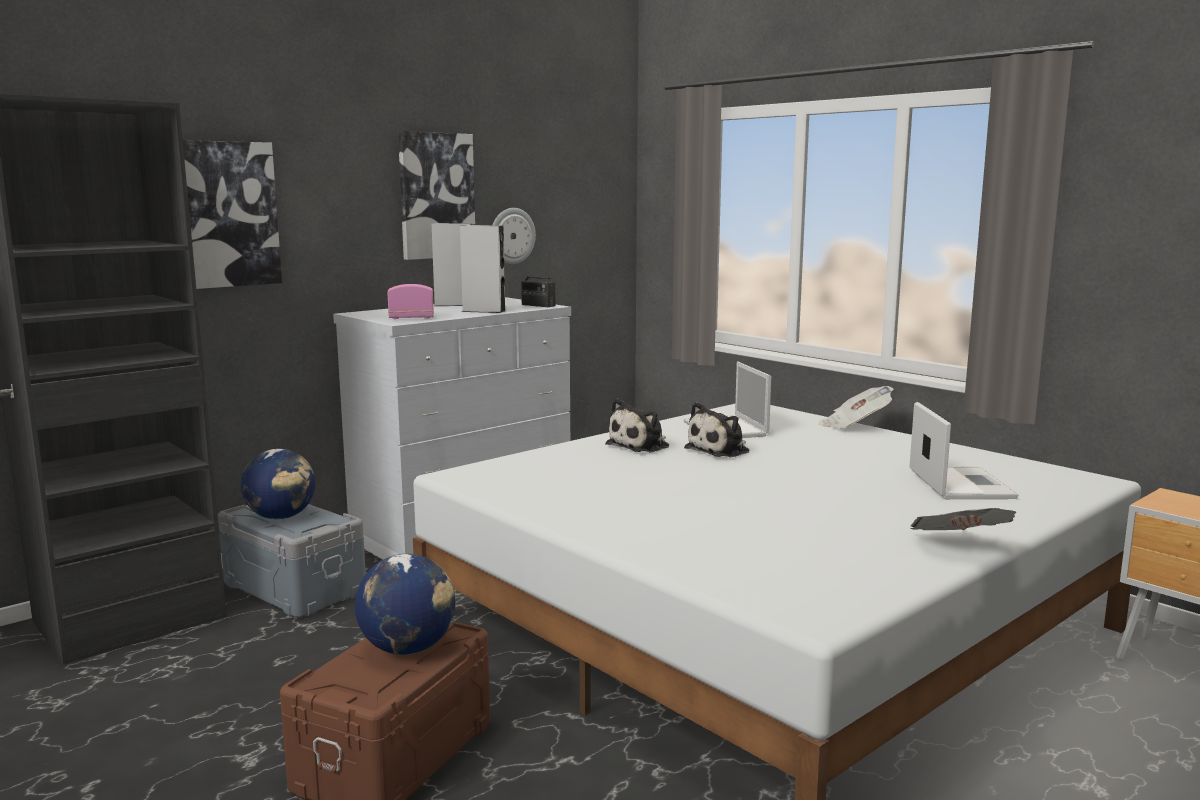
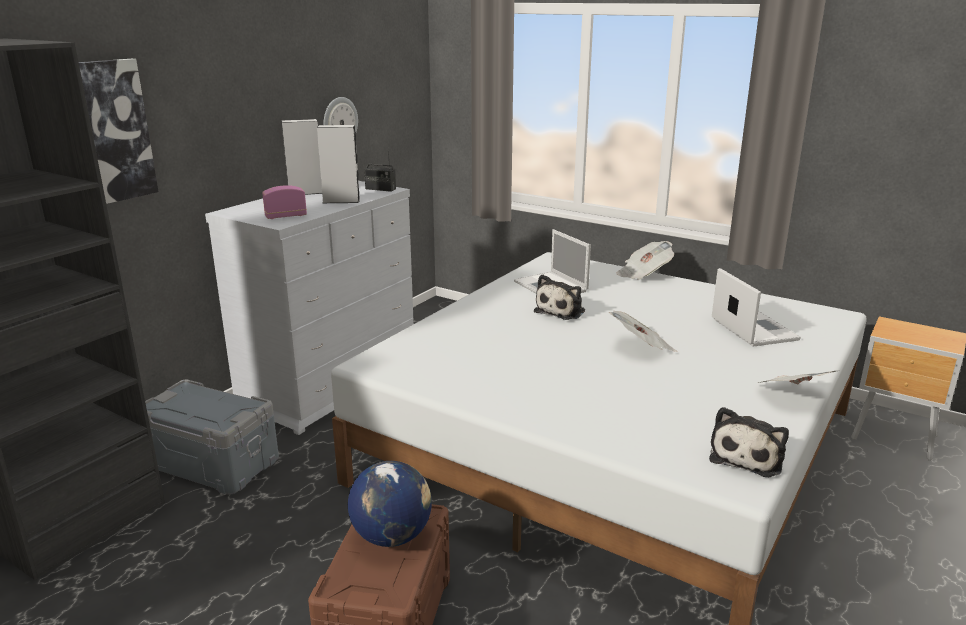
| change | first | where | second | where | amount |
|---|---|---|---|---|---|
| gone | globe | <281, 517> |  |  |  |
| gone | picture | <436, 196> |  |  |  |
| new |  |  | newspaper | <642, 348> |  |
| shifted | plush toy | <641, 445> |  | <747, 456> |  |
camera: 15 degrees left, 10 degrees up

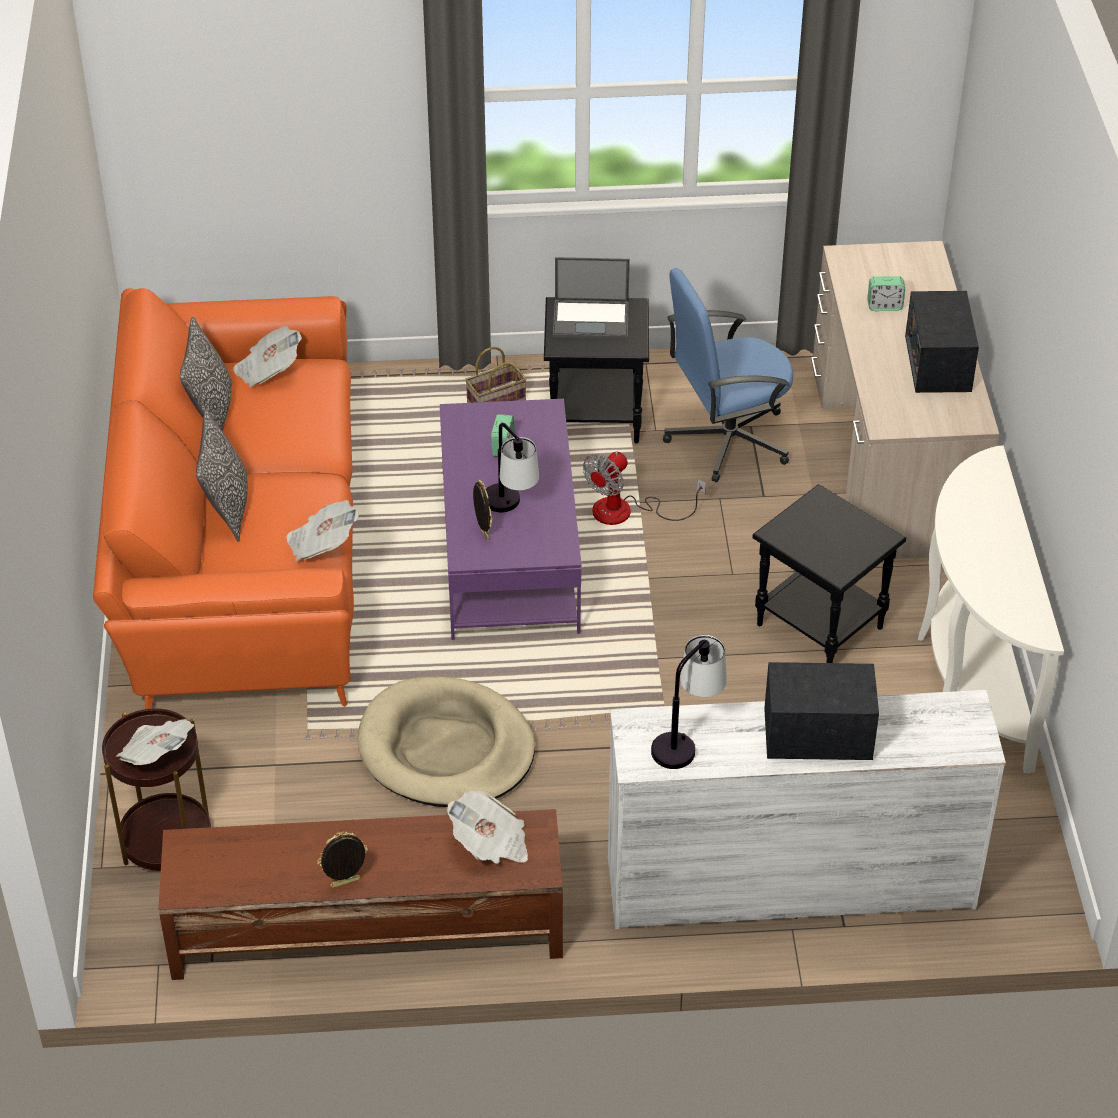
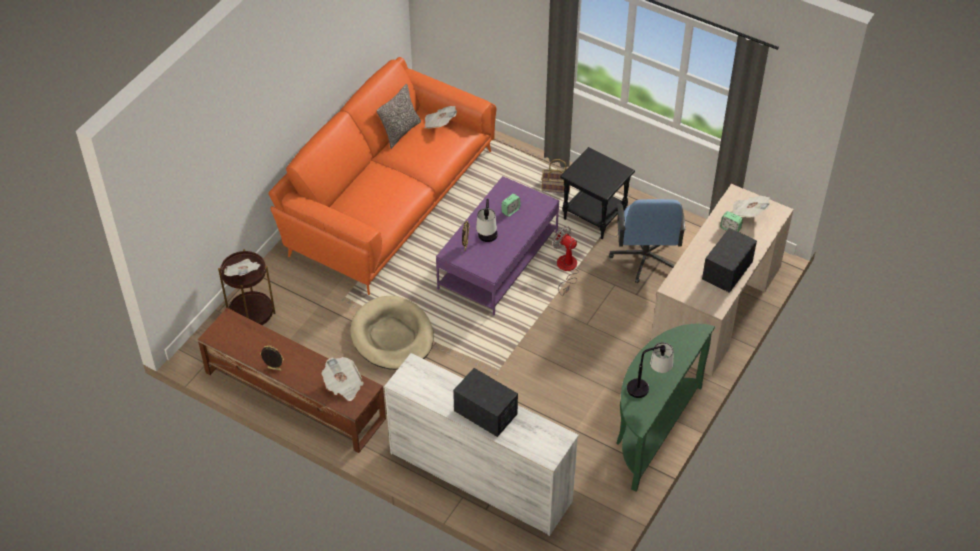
| change | first | where | second | where | amount |
|---|---|---|---|---|---|
| gone | pillow | <227, 507> |  |  |  |
| gone | laptop | <592, 319> |  |  |  |
| gone | side table in black | <822, 626> |  |  |  |
| shifted | newspaper | <322, 544> |  | <748, 213> |  |
| shifted | table lamp | <686, 739> |  | <648, 386> |  |
| repainted | console table in white | <970, 673> | console table in green | <651, 430> |  |
| rotated | fan | <626, 512> |  | <566, 269> | 60 degrees clockwise |
| rotated | office chair in blue | <726, 439> |  | <644, 258> | 105 degrees counterclockwise |
camera: 35 degrees right, 5 degrees up

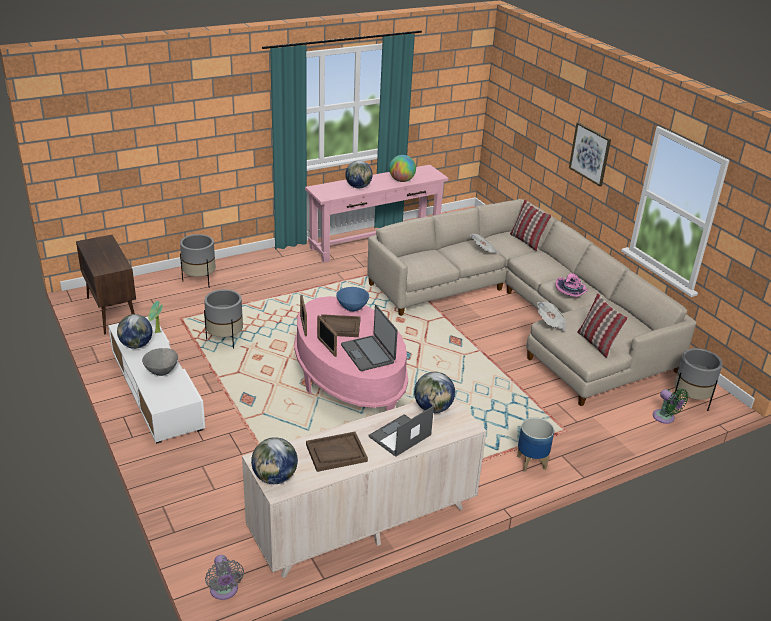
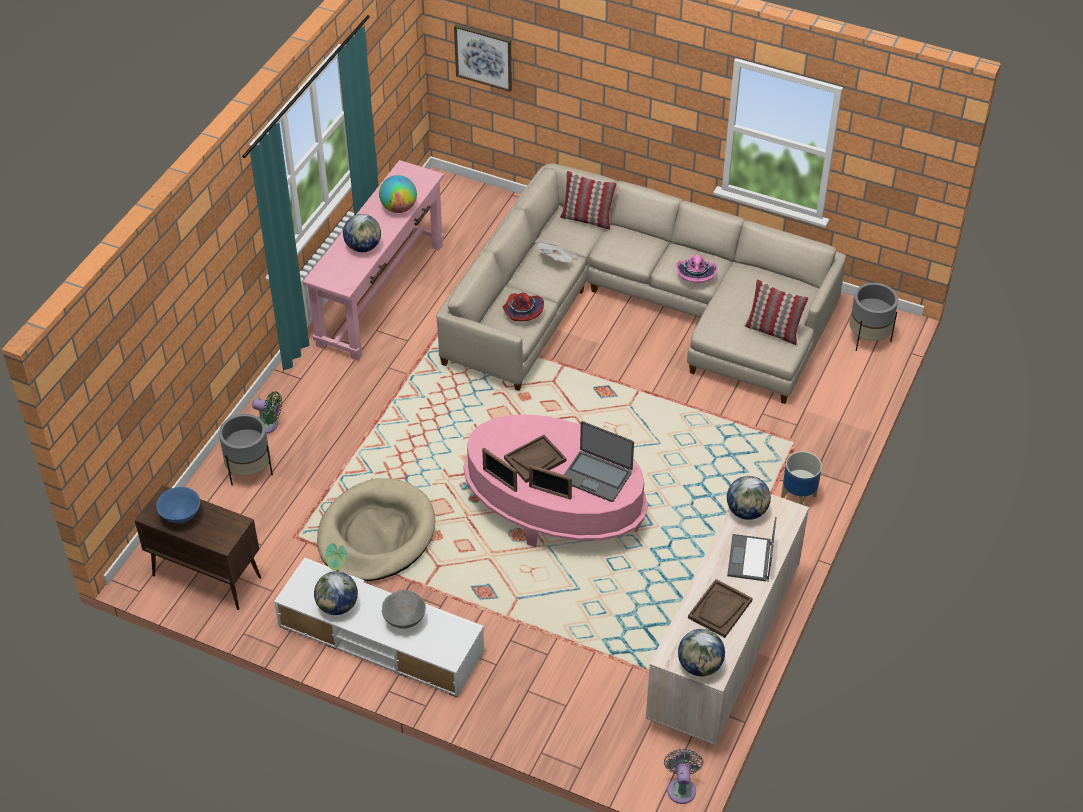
| change | first | where | second | where | amount |
|---|---|---|---|---|---|
| gone | newspaper | <551, 324> |  |  |  |
| new |  |  | hat in red | <521, 312> |  |
| shifted | bowl in blue | <352, 308> |  | <181, 516> |  |
| shifted | picture | <590, 154> |  | <483, 57> |  |
| shifted | fan in green | <665, 418> |  | <268, 425> |  |
| swapped | planter in grey | <225, 339> | dog bed in beige | <376, 534> |  |
| rotated | fan in grey | <224, 591> |  | <681, 788> | 120 degrees counterclockwise |
camera: 35 degrees left, 15 degrees up

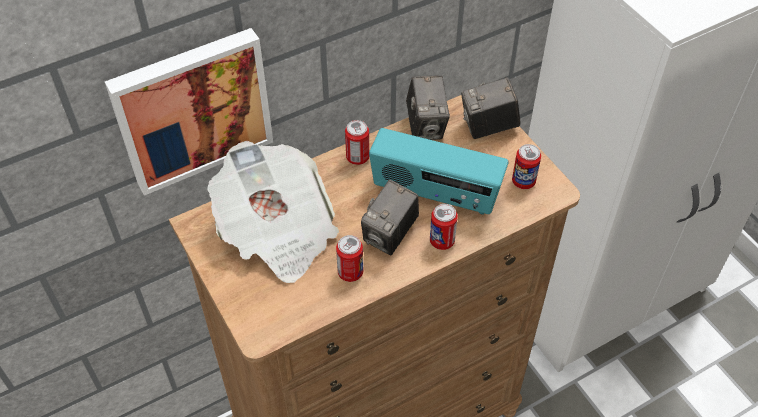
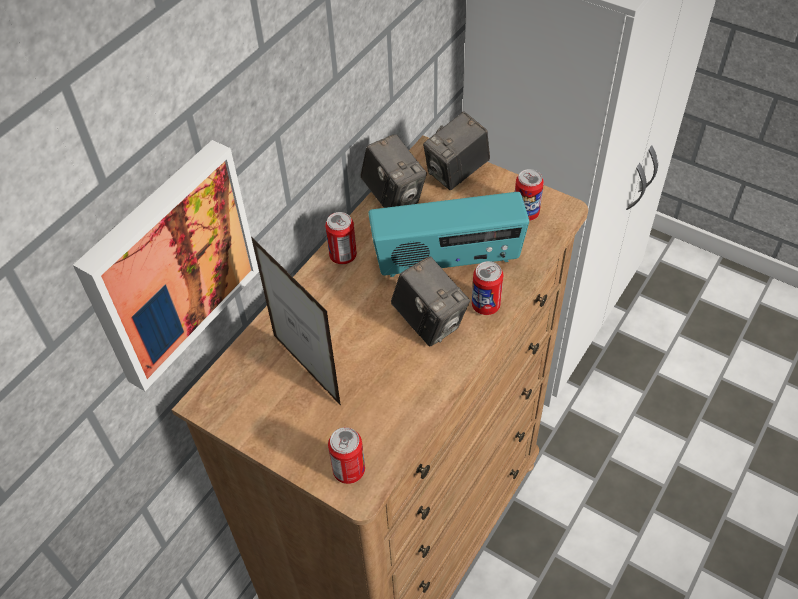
| change | first | where | second | where | amount |
|---|---|---|---|---|---|
| shifted | can | <350, 272> |  | <349, 470> |  |
| swapped | newspaper | <277, 231> | picture frame | <306, 370> |  |
| rotated | photo camera | <390, 235> |  | <429, 322> | 45 degrees counterclockwise |
camera: 25 degrees left, 0 degrees up

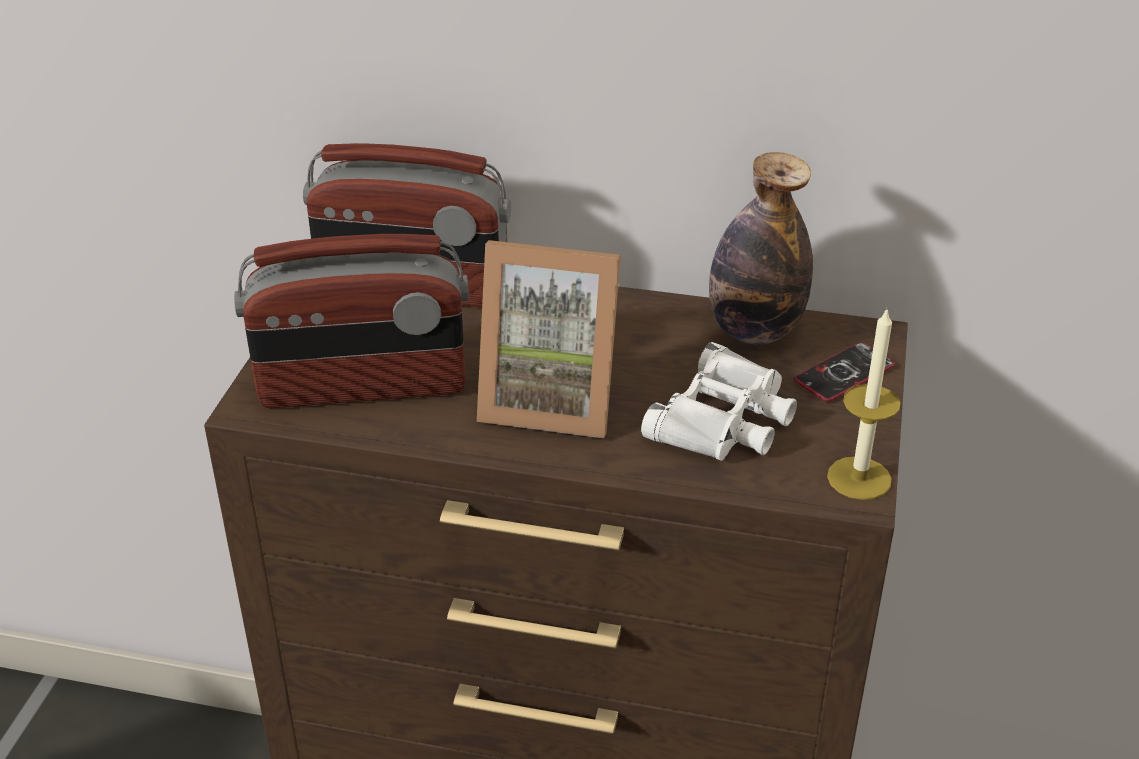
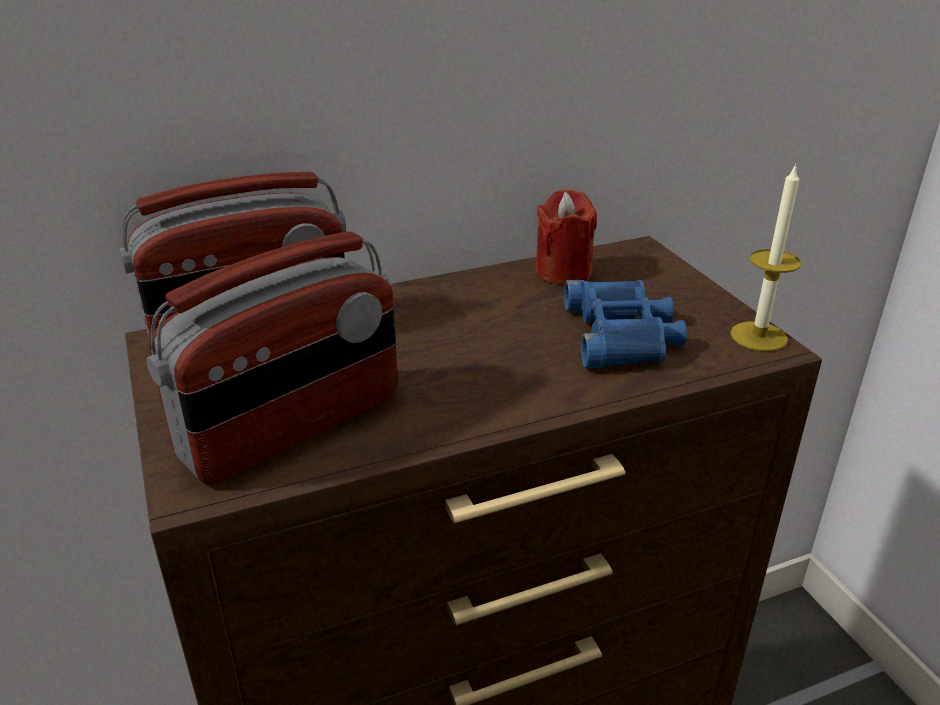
| change | first | where | second | where | amount |
|---|---|---|---|---|---|
| gone | picture frame | <550, 400> |  |  |  |
| gone | phone | <844, 373> |  |  |  |
| swapped | bottle | <754, 331> | candle in red | <563, 272> |  |
| repainted | binoculars in white | <724, 419> | binoculars in blue | <622, 334> |  |
camera: 35 degrees left, 5 degrees down

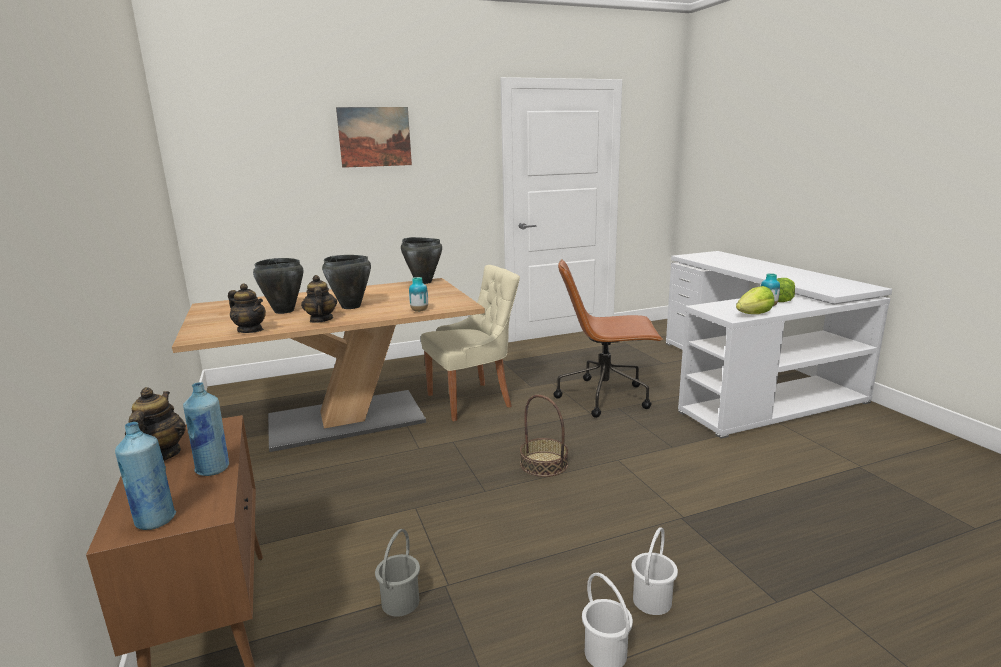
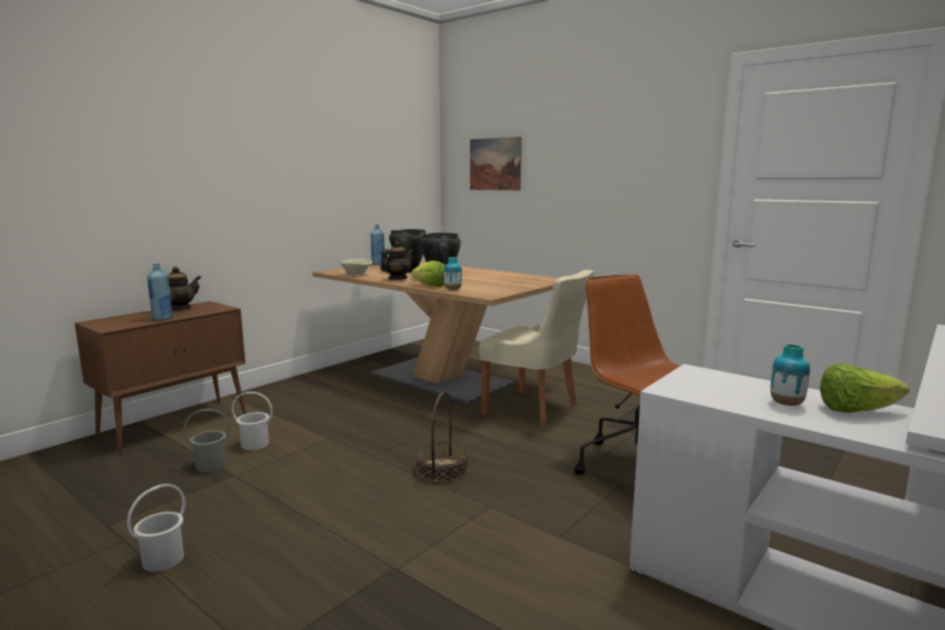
| change | first | where | second | where | amount |
|---|---|---|---|---|---|
| gone | cooking pot in black | <423, 282> |  |  |  |
| shifted | bottle in blue | <155, 520> |  | <378, 264> |  |
| shifted | picture | <375, 137> |  | <495, 164> |  |
| shifted | bucket in white | <651, 600> |  | <255, 444> |  |
| shifted | lettuce | <754, 314> |  | <431, 286> |  |
| swapped | teapot | <250, 330> | bowl in beige | <357, 274> |  |
camera: 60 degrees right, 5 degrees down

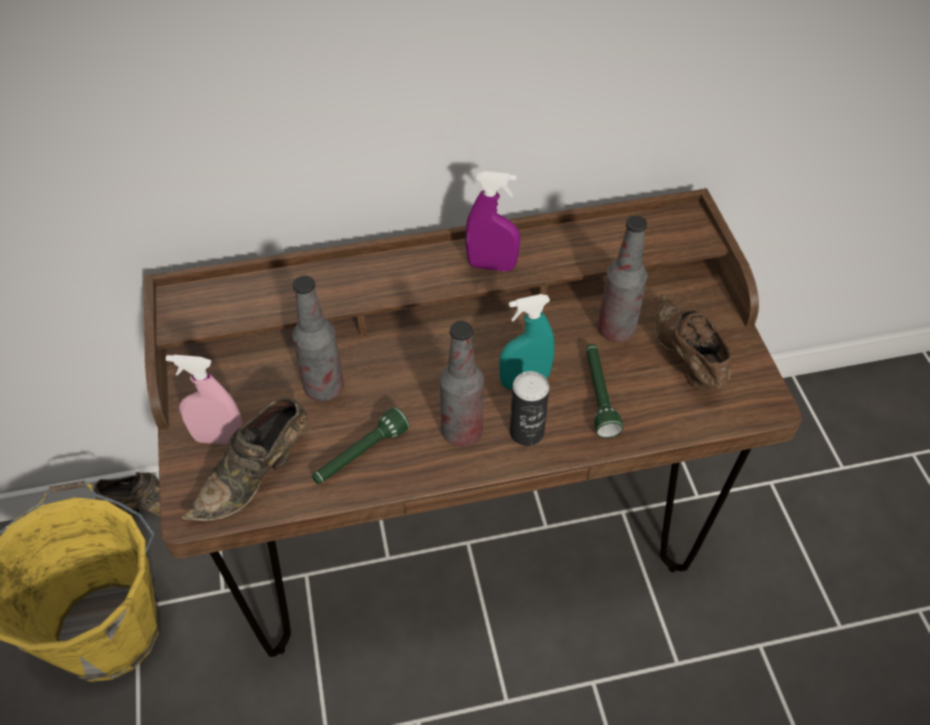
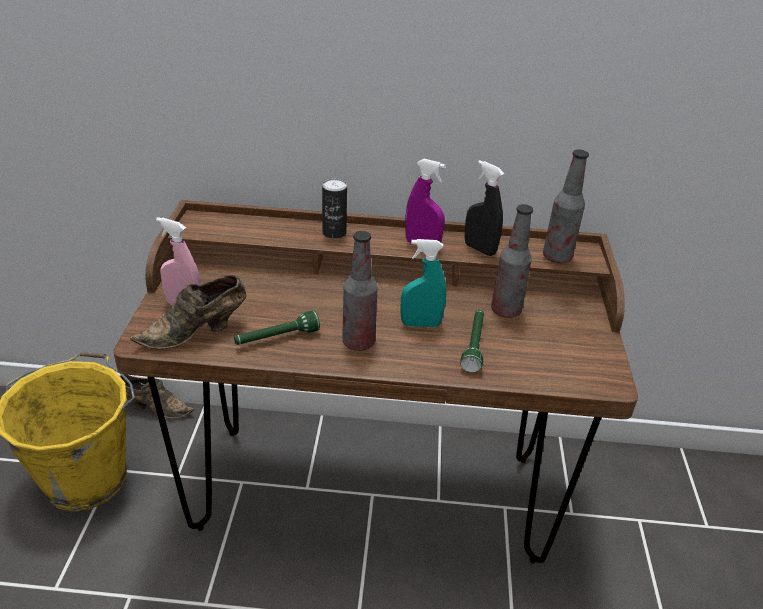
| change | first | where | second | where | amount |
|---|---|---|---|---|---|
| gone | shoe in brown | <686, 360> |  |  |  |
| new |  |  | spray bottle in black | <479, 249> |  |
| shifted | bottle | <324, 388> |  | <557, 257> |  |
| shifted | can | <526, 432> |  | <334, 233> |  |
camera: 15 degrees right, 15 degrees down

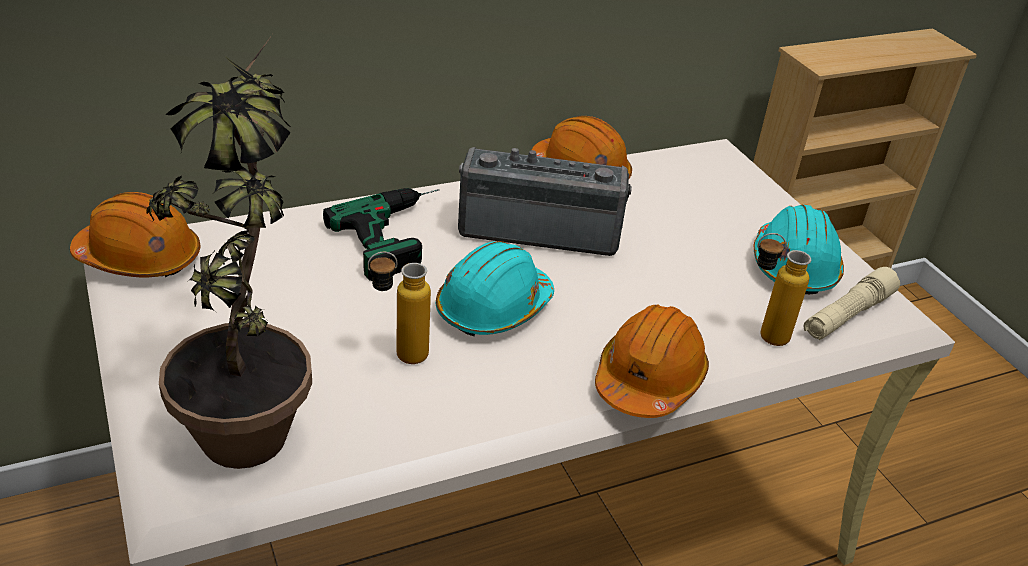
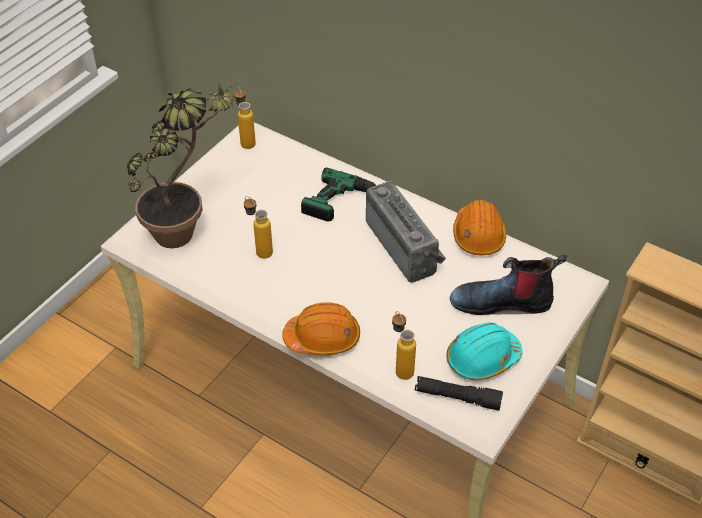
| change | first | where | second | where | amount |
|---|---|---|---|---|---|
| gone | hard hat in turquoise | <493, 308> |  |  |  |
| new |  |  | boot | <502, 301> |  |
| swapped | hard hat in orange | <139, 258> | bottle | <246, 140> |  |
| repainted | flashlight in beige | <847, 315> | flashlight in black | <457, 397> |  |
camera: 60 degrees right, 10 degrees up

